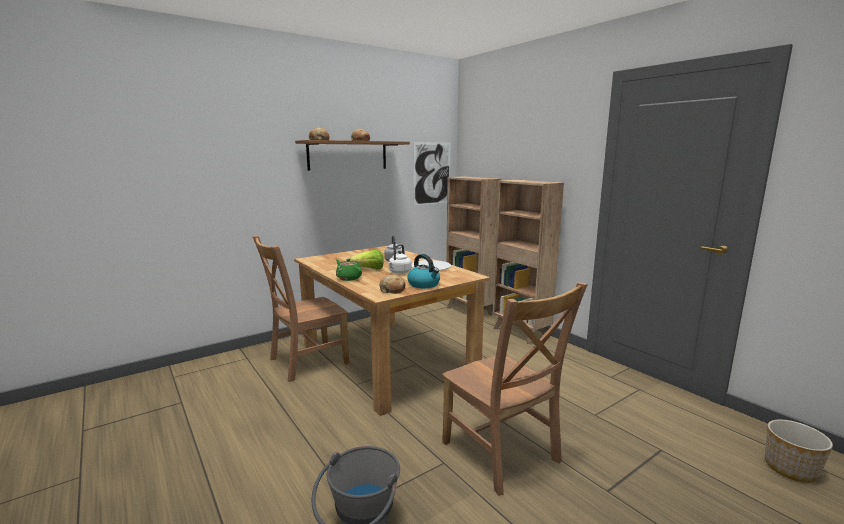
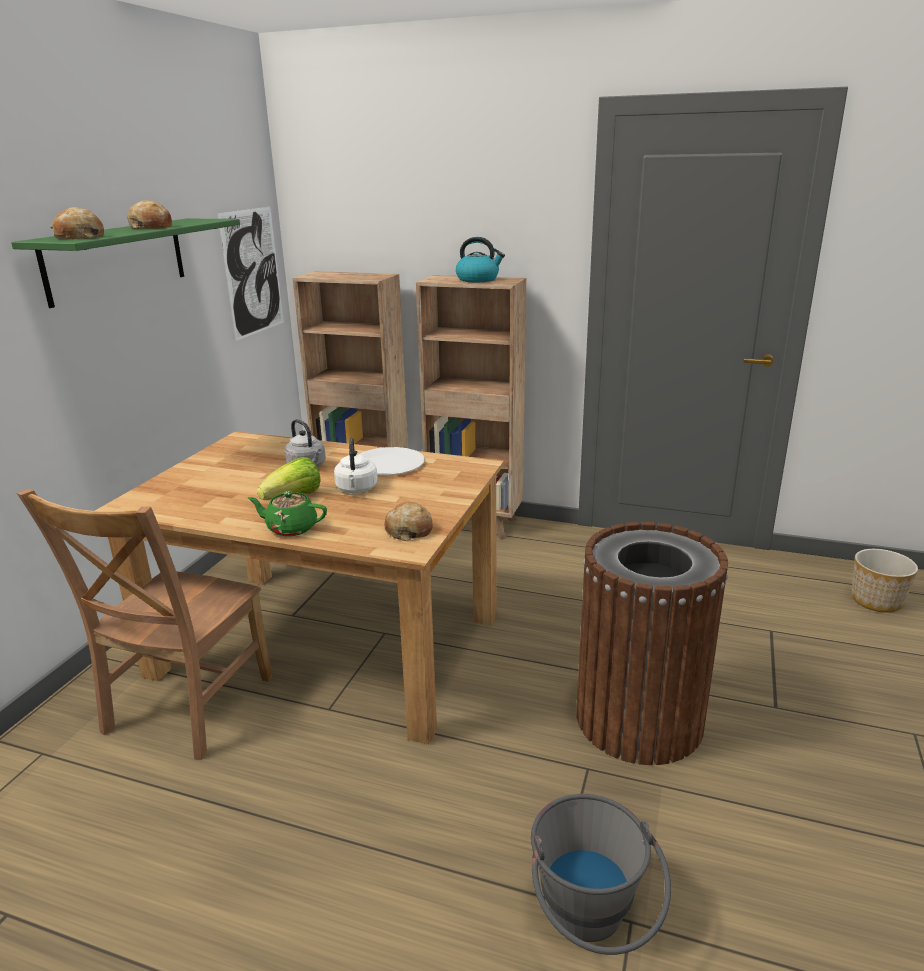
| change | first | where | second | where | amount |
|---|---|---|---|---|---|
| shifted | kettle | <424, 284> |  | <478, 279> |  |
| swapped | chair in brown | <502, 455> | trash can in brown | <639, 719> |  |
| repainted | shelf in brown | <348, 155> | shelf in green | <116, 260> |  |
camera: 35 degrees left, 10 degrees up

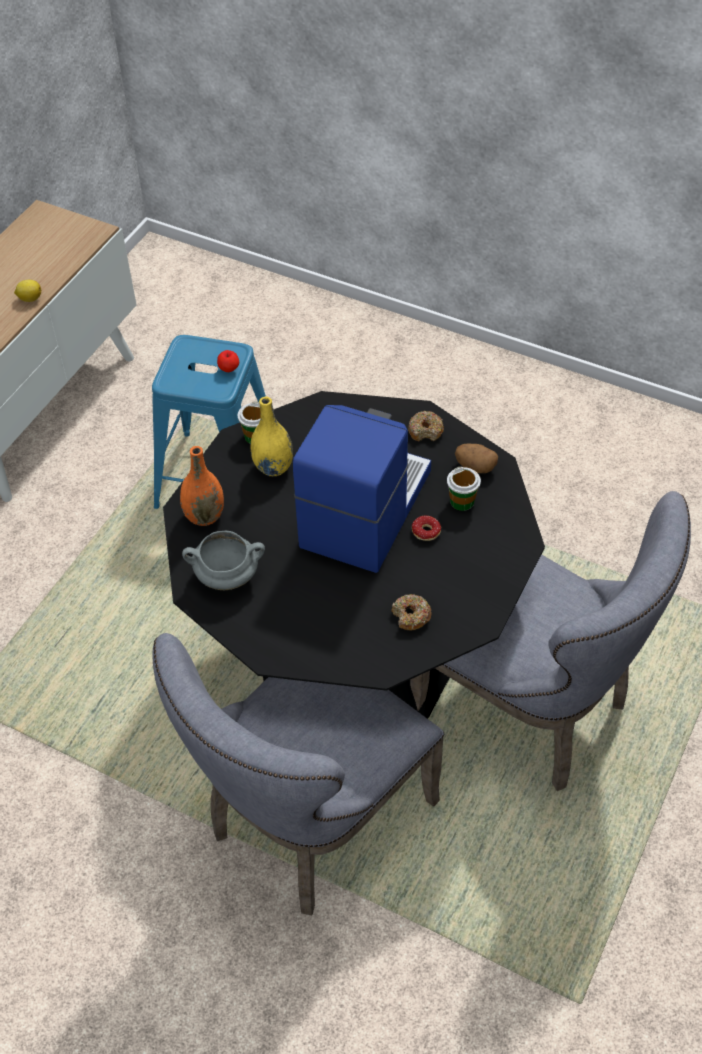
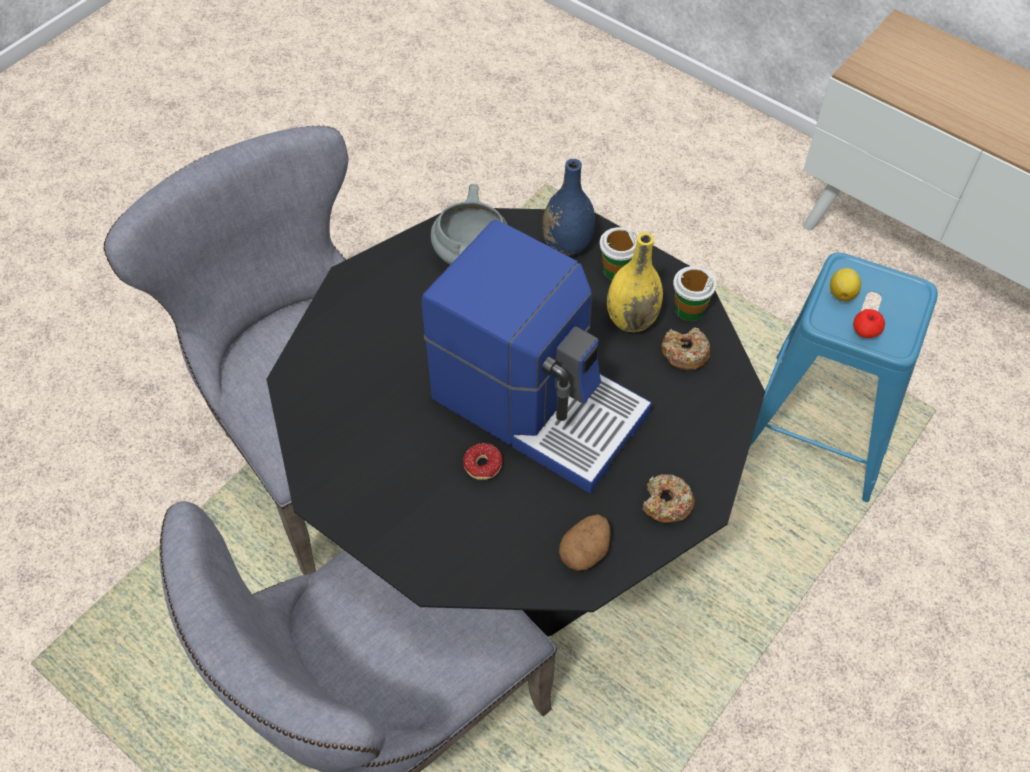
| change | first | where | second | where | amount |
|---|---|---|---|---|---|
| shifted | lemon | <29, 298> |  | <842, 293> |  |
| shifted | donut | <411, 616> |  | <684, 353> |  |
| shifted | cup | <462, 501> |  | <617, 269> |  |
| repainted | vase in orange | <204, 516> | vase in blue | <567, 245> |  |
camera: 100 degrees right, 5 degrees up

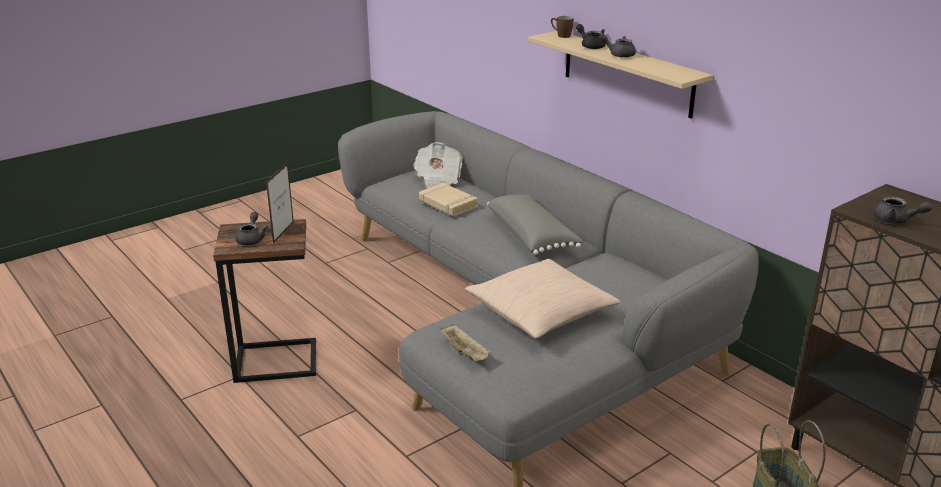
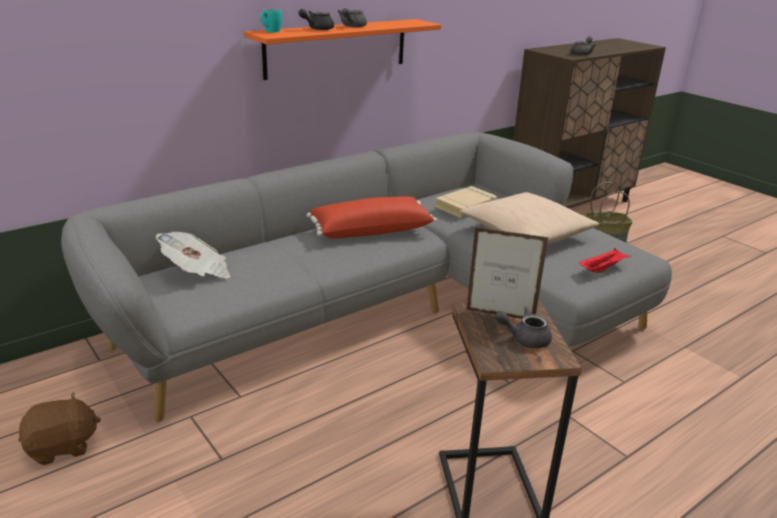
| change | first | where | second | where | amount |
|---|---|---|---|---|---|
| new |  |  | plush toy in brown | <62, 447> |  |
| shifted | book in beige | <447, 204> |  | <466, 206> |  |
| repainted | tray in beige | <465, 352> | tray in red | <602, 269> |  |
| repainted | pillow in grey | <532, 236> | pillow in red | <370, 230> |  |
| repainted | shelf in beige | <627, 73> | shelf in orange | <337, 48> |  |
| repainted | mug in brown | <561, 35> | mug in turquoise | <270, 31> |  |
camera: 90 degrees left, 0 degrees up

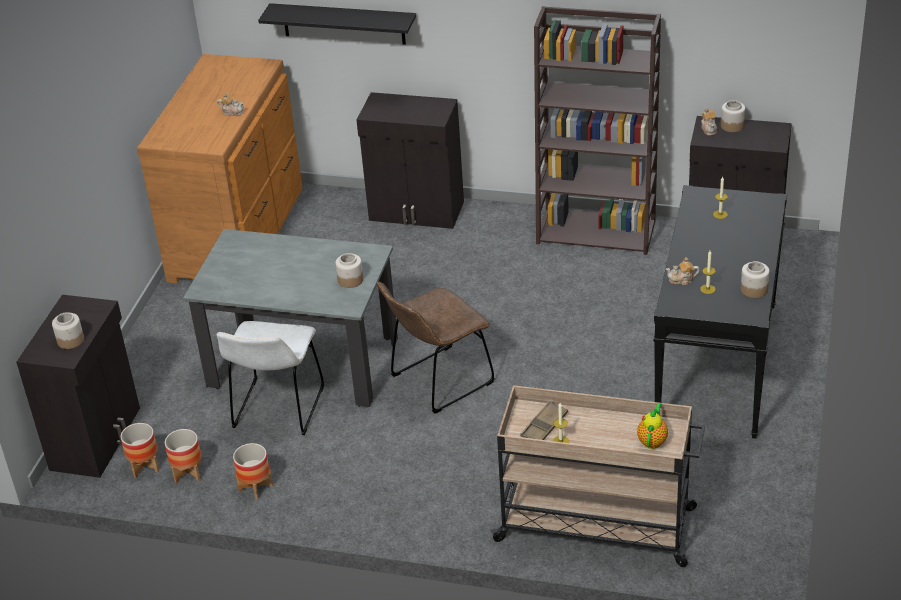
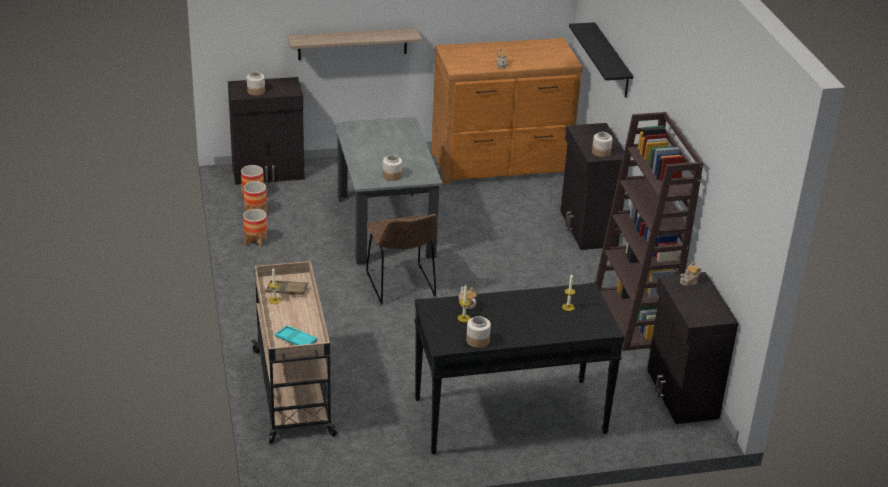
| change | first | where | second | where | amount |
|---|---|---|---|---|---|
| gone | chair in white | <277, 411> |  |  |  |
| new |  |  | shelf | <352, 44> |  |
| shifted | jar | <732, 126> |  | <601, 152> |  |
| swapped | teapot | <652, 440> | tray in turquoise | <296, 340> |  |
| rotated | chair in brown | <438, 382> |  | <401, 286> | 135 degrees counterclockwise |
camera: 60 degrees right, 5 degrees down

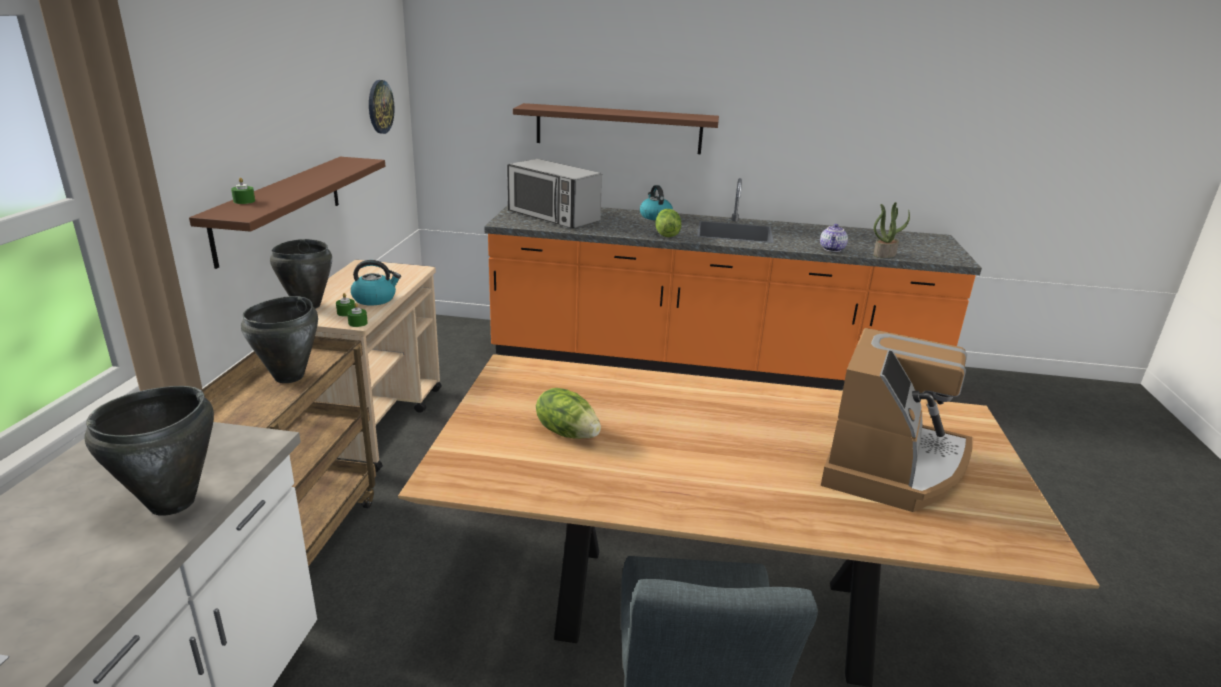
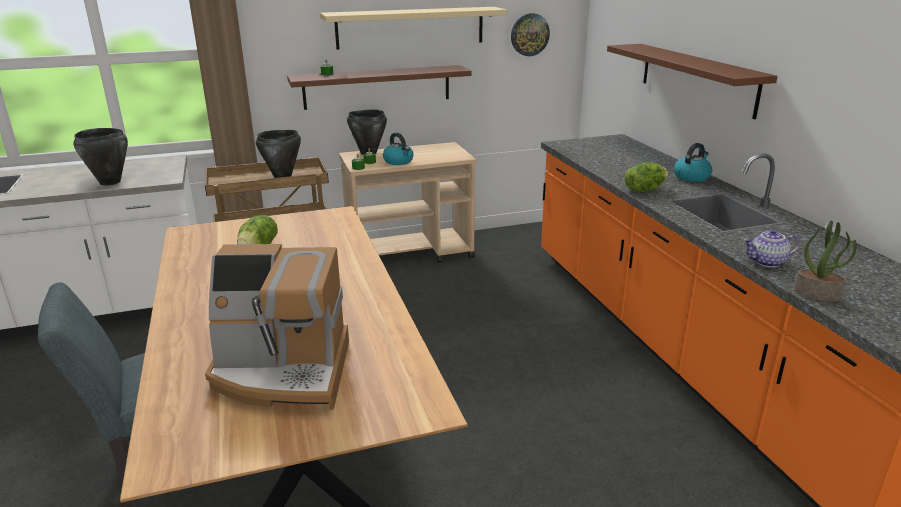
| change | first | where | second | where | amount |
|---|---|---|---|---|---|
| gone | microwave | <553, 216> |  |  |  |
| new |  |  | shelf in beige | <410, 27> |  |
camera: 65 degrees right, 0 degrees up

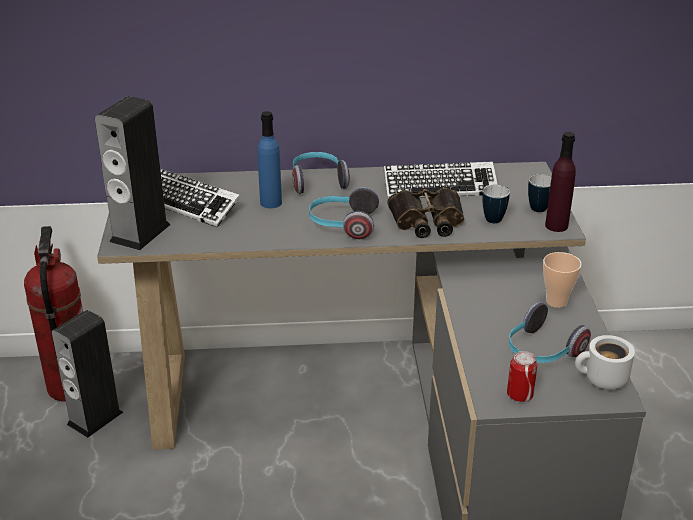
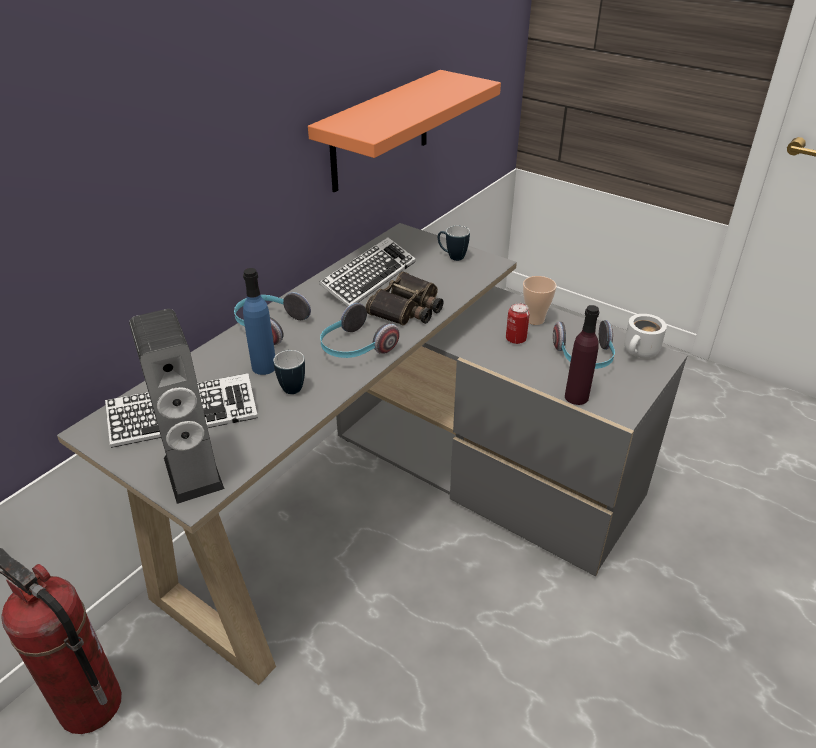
| change | first | where | second | where | amount |
|---|---|---|---|---|---|
| gone | speaker | <95, 418> |  |  |  |
| new |  |  | shelf in orange | <380, 131> |  |
| shifted | mug | <496, 218> |  | <292, 385> |  |
| shifted | can | <519, 395> |  | <515, 339> |  |
| shifted | bottle in purple | <556, 226> |  | <576, 397> |  |
camera: 50 degrees left, 5 degrees up

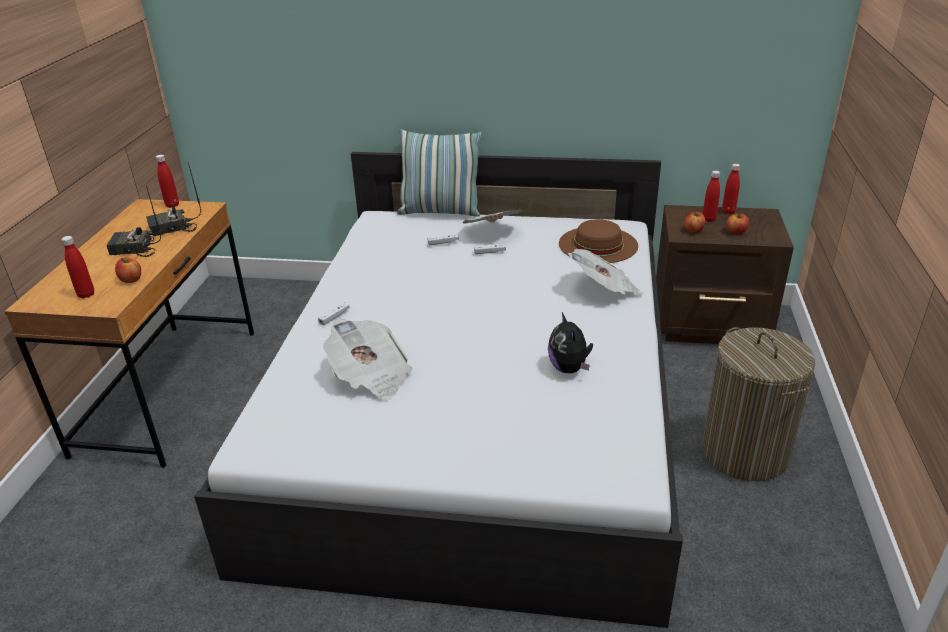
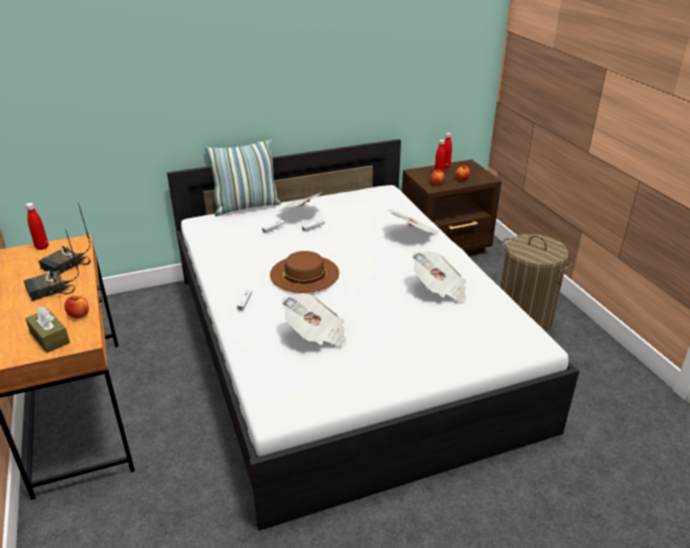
| change | first | where | second | where | amount |
|---|---|---|---|---|---|
| shifted | hat in brown | <598, 244> |  | <304, 273> |  |
| swapped | bottle in red | <86, 294> | tissue box in brown | <49, 338> |  |
| swapped | plush toy | <569, 368> | newspaper | <439, 290> |  |
camera: 30 degrees left, 0 degrees up

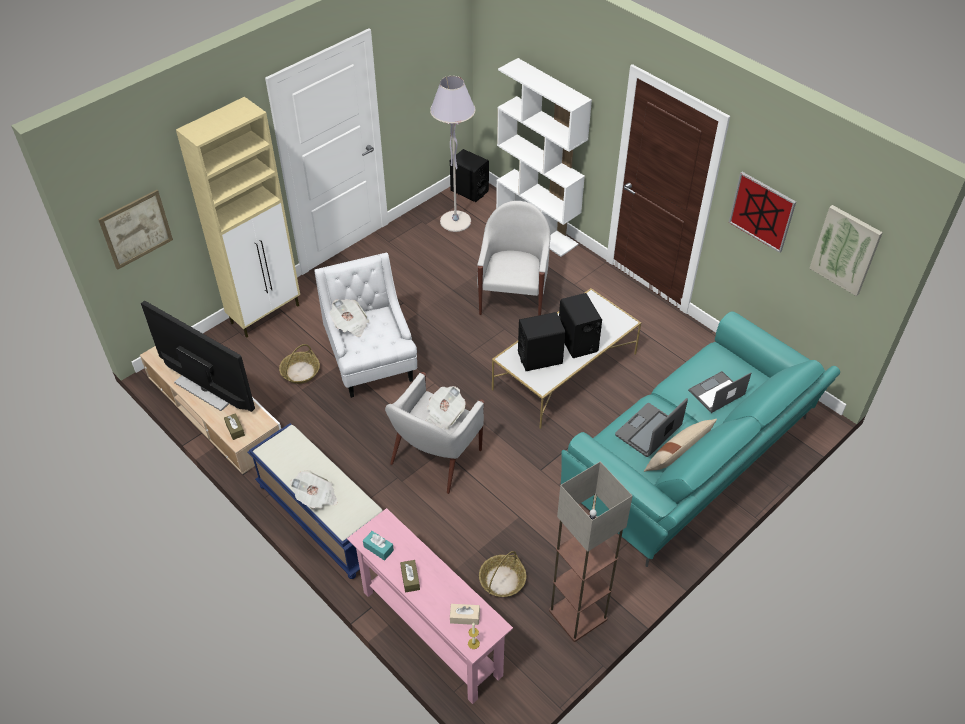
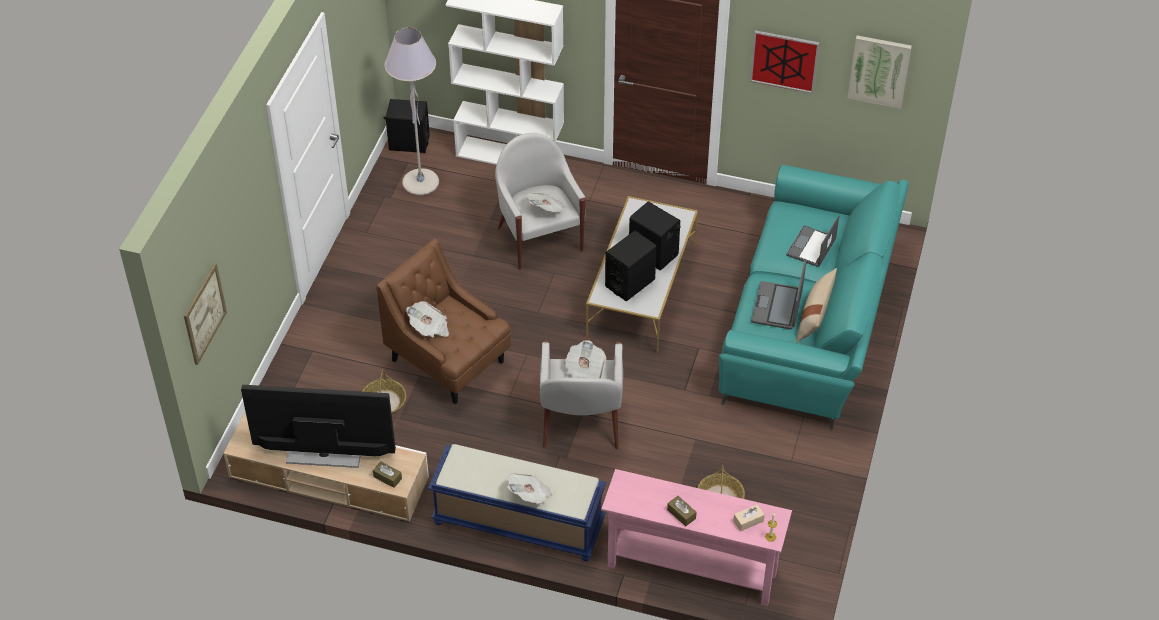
| change | first | where | second | where | amount |
|---|---|---|---|---|---|
| gone | cabinet in beige | <266, 314> |  |  |  |
| gone | tissue box in turquoise | <378, 548> |  |  |  |
| gone | floor lamp | <578, 616> |  |  |  |
| new |  |  | newspaper | <547, 209> |  |
| repainted | armchair in white | <372, 362> | armchair in brown | <449, 362> |  |
camera: 30 degrees left, 0 degrees up

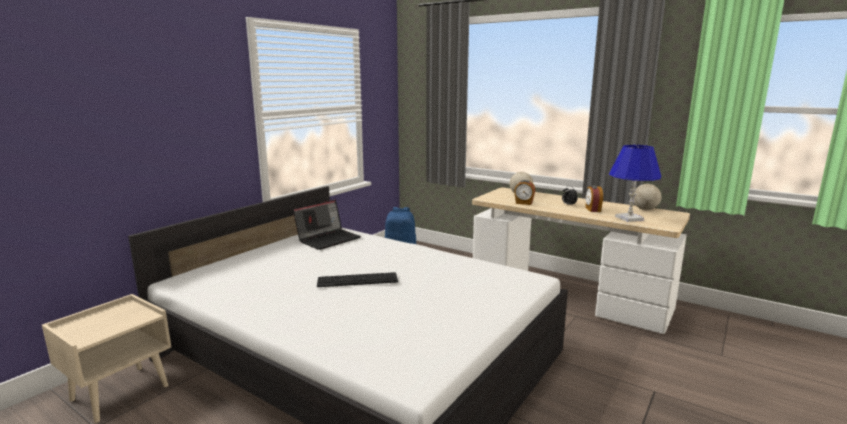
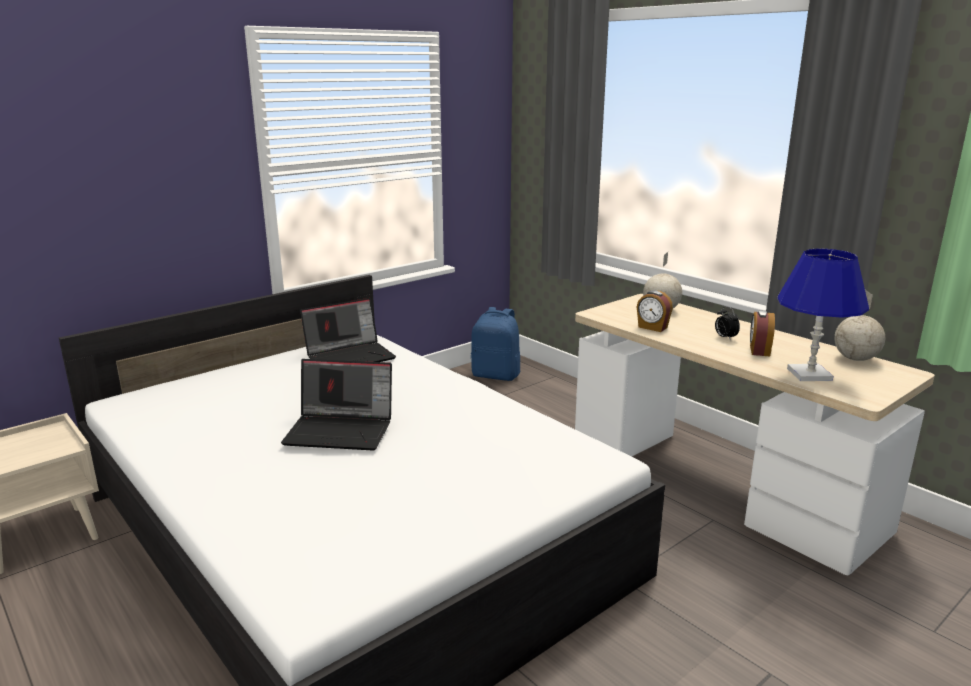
| change | first | where | second | where | amount |
|---|---|---|---|---|---|
| swapped | keyboard | <357, 280> | laptop | <341, 430> |  |
camera: 15 degrees right, 5 degrees up

